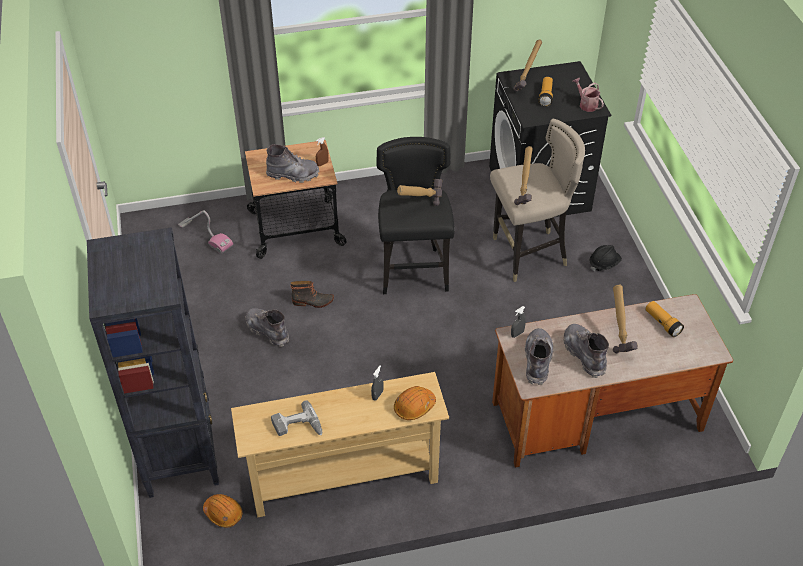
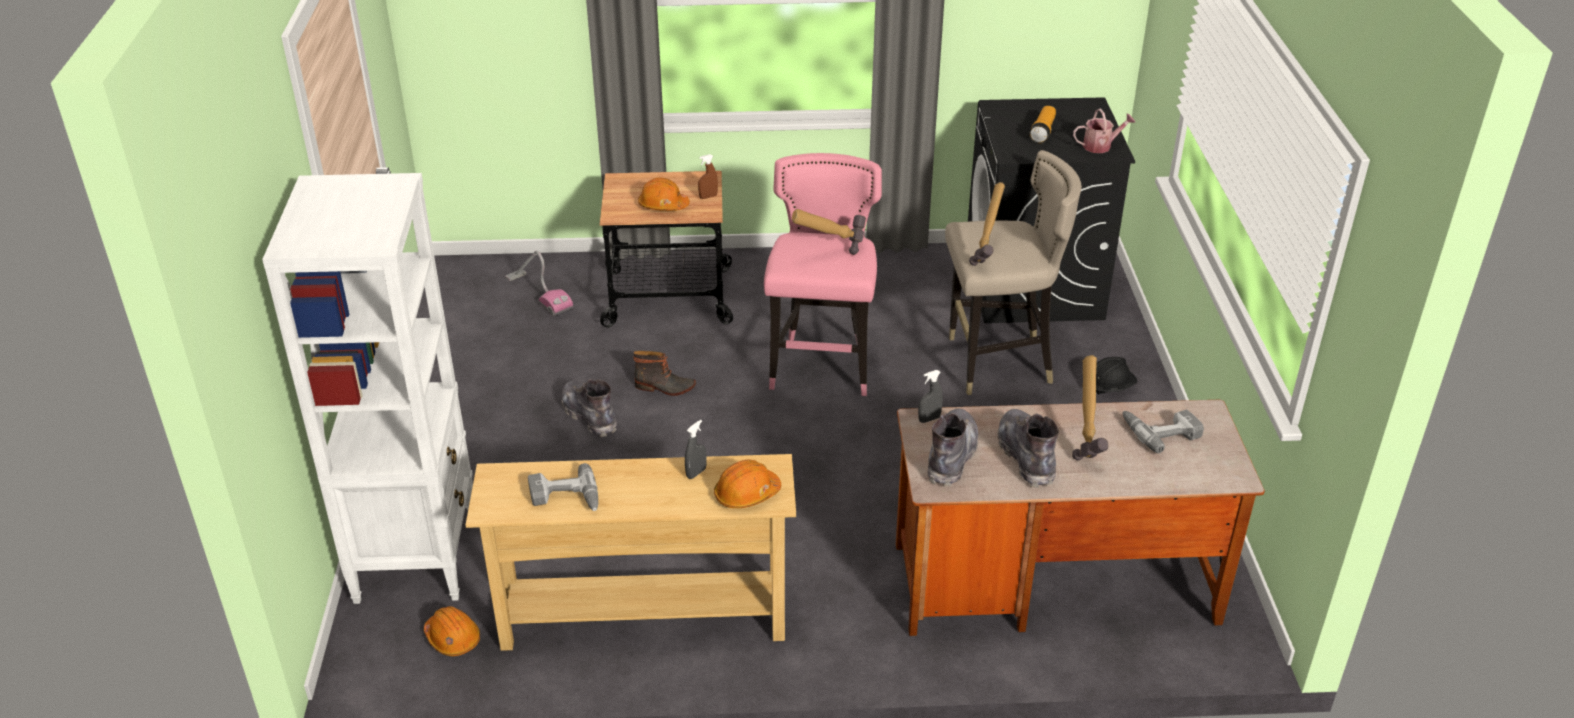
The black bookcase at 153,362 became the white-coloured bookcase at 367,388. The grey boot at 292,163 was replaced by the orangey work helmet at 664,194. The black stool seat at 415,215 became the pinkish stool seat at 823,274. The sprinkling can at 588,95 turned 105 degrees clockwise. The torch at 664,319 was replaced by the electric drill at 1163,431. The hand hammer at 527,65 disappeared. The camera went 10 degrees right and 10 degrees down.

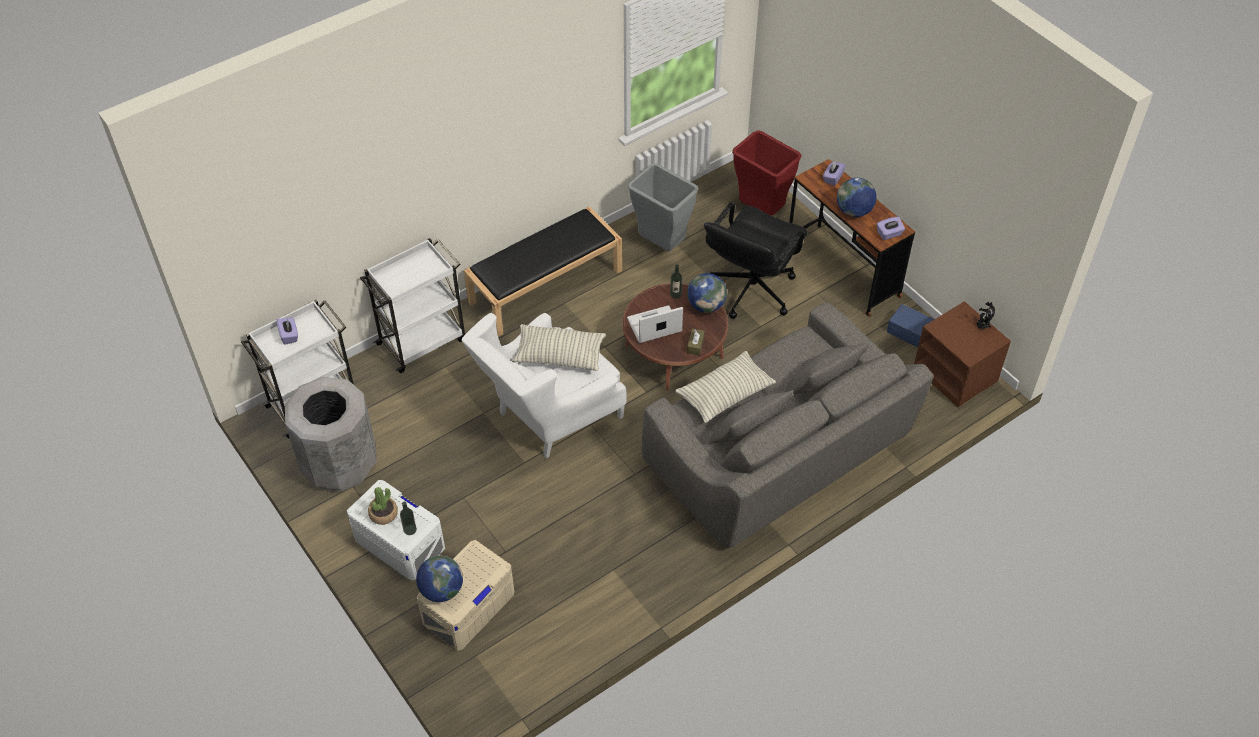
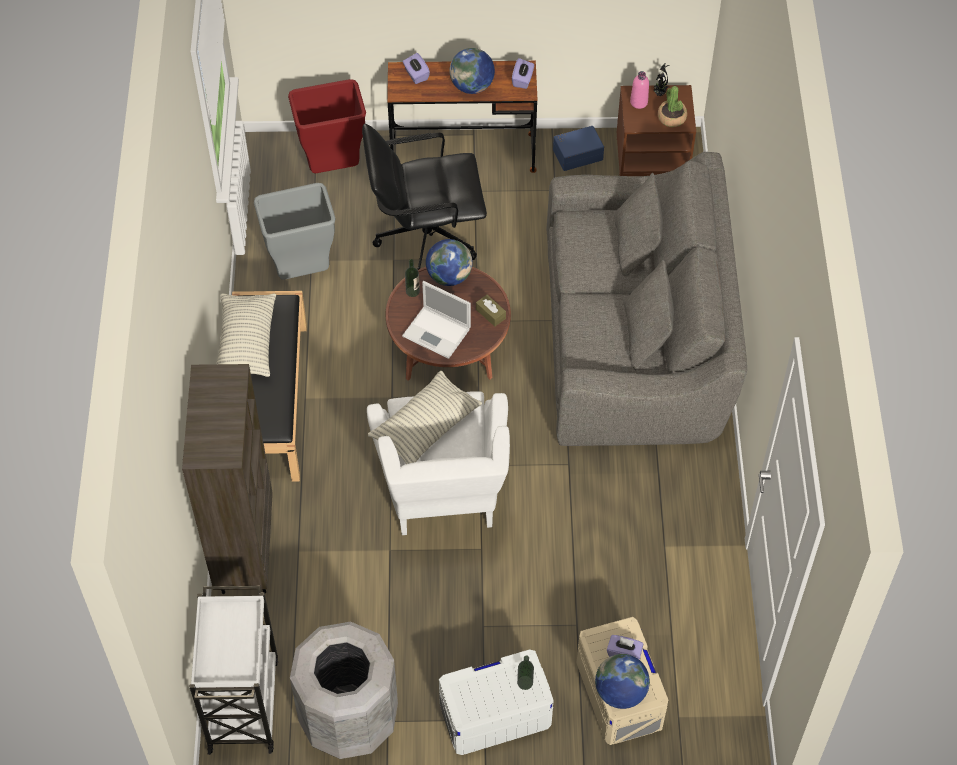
The white-coloured trolley at 412,305 was replaced by the brown-coloured bookcase at 227,479. The pillow moved from 725,387 to 246,335. The black office chair at 756,260 turned 105 degrees clockwise. The notebook computer at 655,324 turned 75 degrees counterclockwise. The purplish tissue holder moved from 287,331 to 625,647. The pinkish drink bottle at 639,90 appeared. The houseplant moved from 383,506 to 672,106. The camera went 55 degrees left and 5 degrees up.

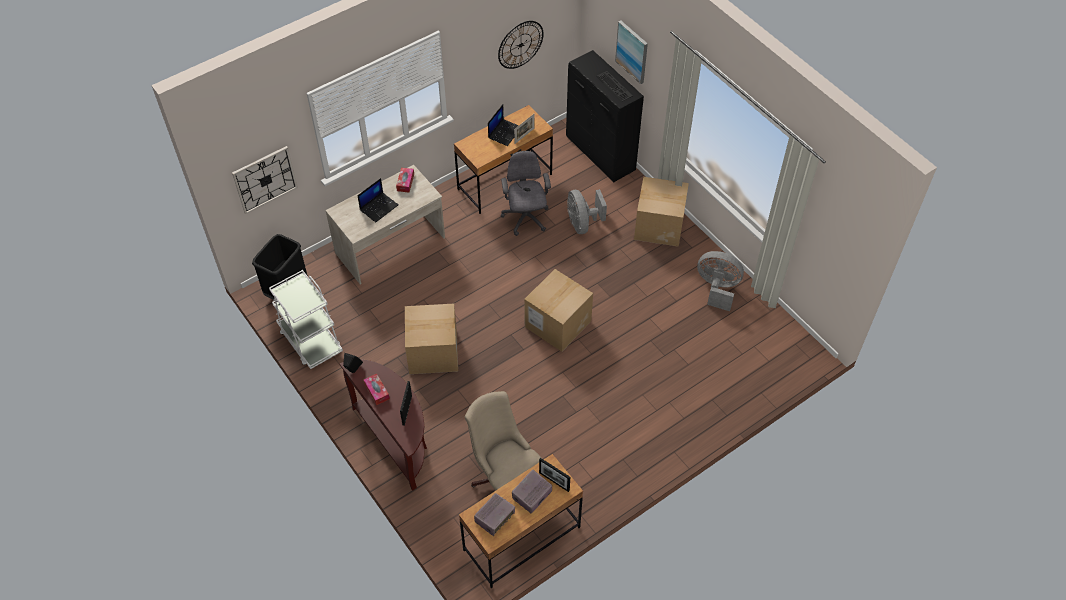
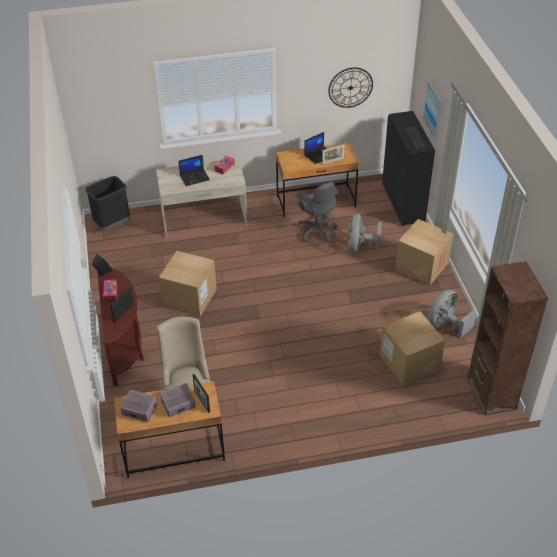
The radio at 494,514 turned 135 degrees counterclockwise. The grey office chair at 526,193 turned 135 degrees clockwise. The packing box moved from 558,310 to 412,348. The grey electric fan at 720,281 turned 90 degrees counterclockwise. The brown-coloured bookcase at 507,338 appeared. The hanging clock at 265,180 disappeared. The white-coloured trolley at 306,319 disappeared. The camera went 25 degrees right and 10 degrees down.

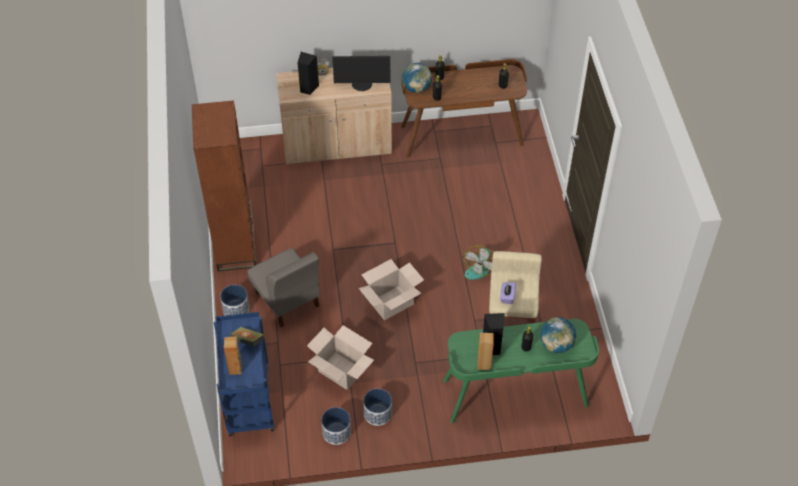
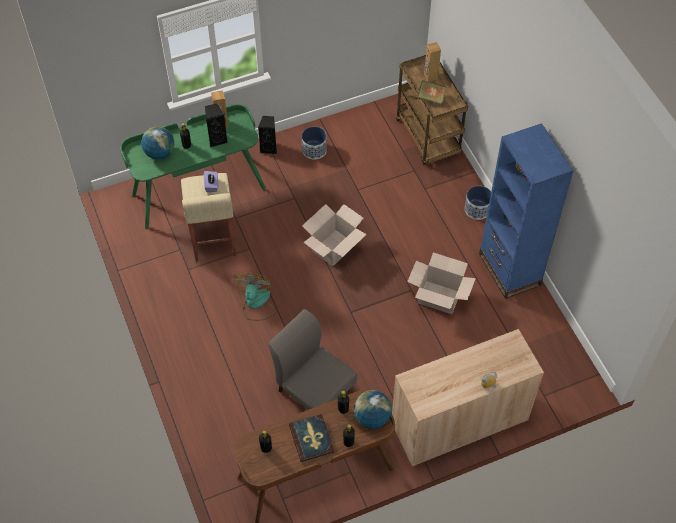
The black loudspeaker moved from 308,73 to 267,135. The grey chair moved from 283,287 to 313,359. The book at 311,438 appeared. The bluish trolley at 244,374 became the brown-coloured trolley at 432,110. The packing box moved from 340,357 to 441,283. The brown-coloured bookcase at 224,185 became the bluish bookcase at 526,211. The plant pot at 336,426 disappeared. The computer display at 361,73 disappeared. The camera went 165 degrees right and 5 degrees up.

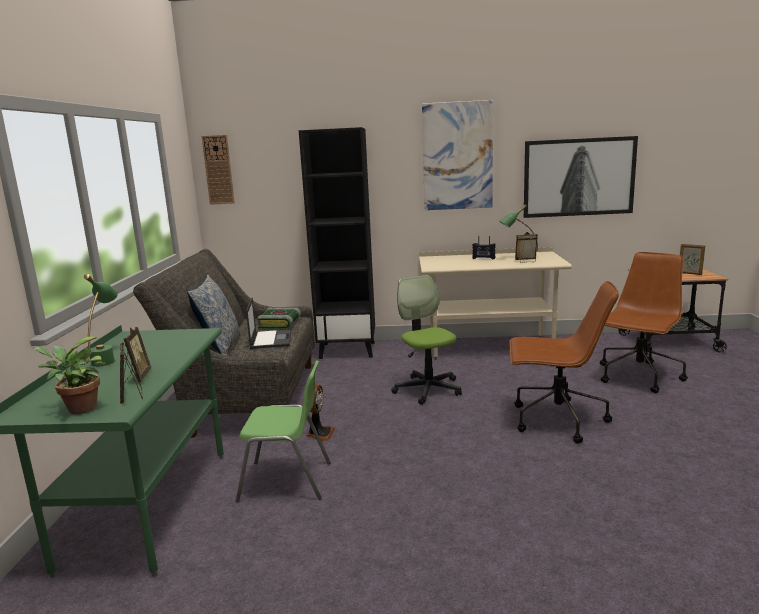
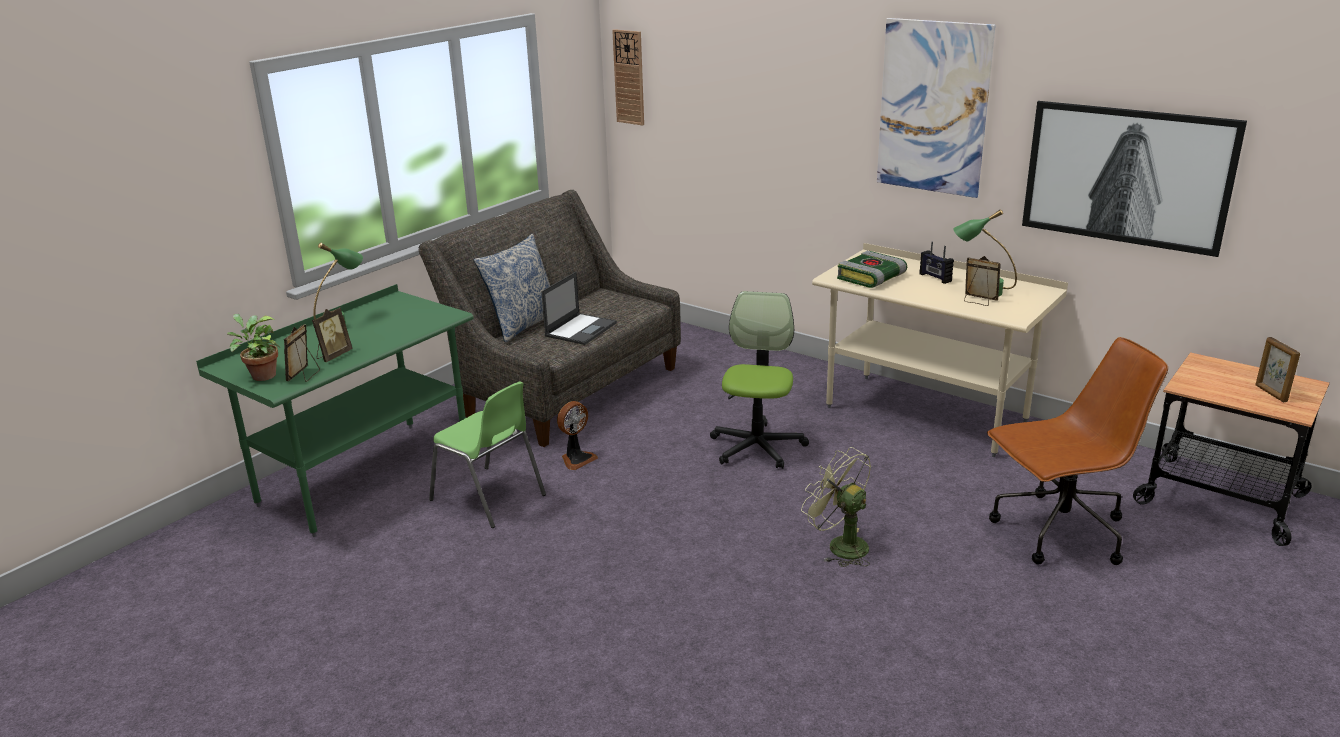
The brown-coloured office chair at 564,362 was replaced by the green electric fan at 836,507. The book moved from 279,318 to 872,269. The black bookcase at 337,243 disappeared. The camera went 35 degrees right and 10 degrees up.

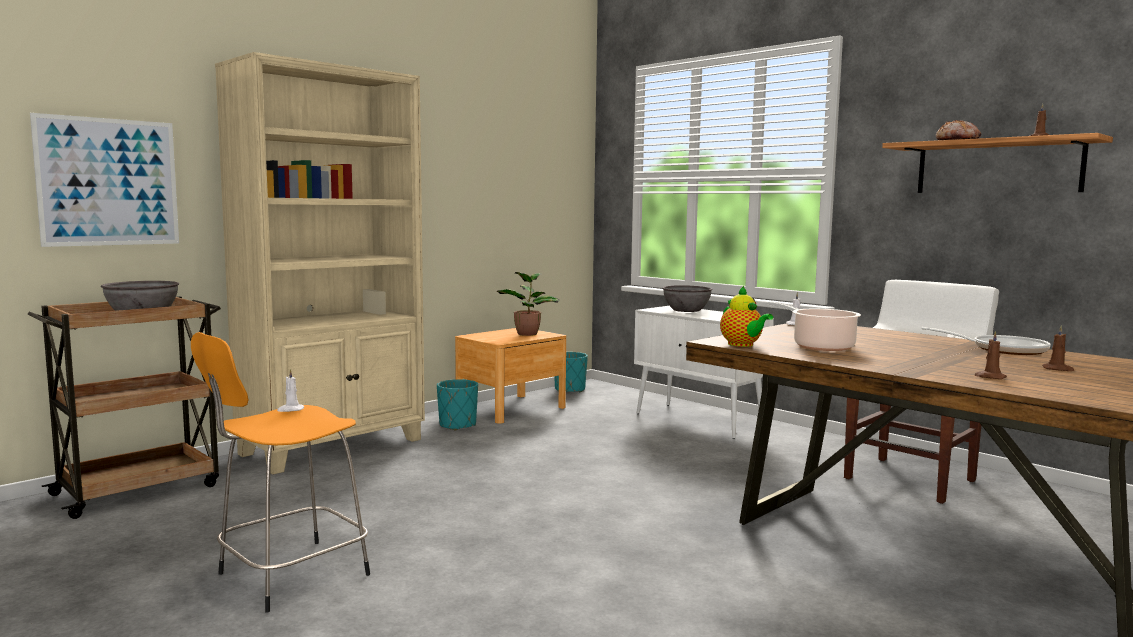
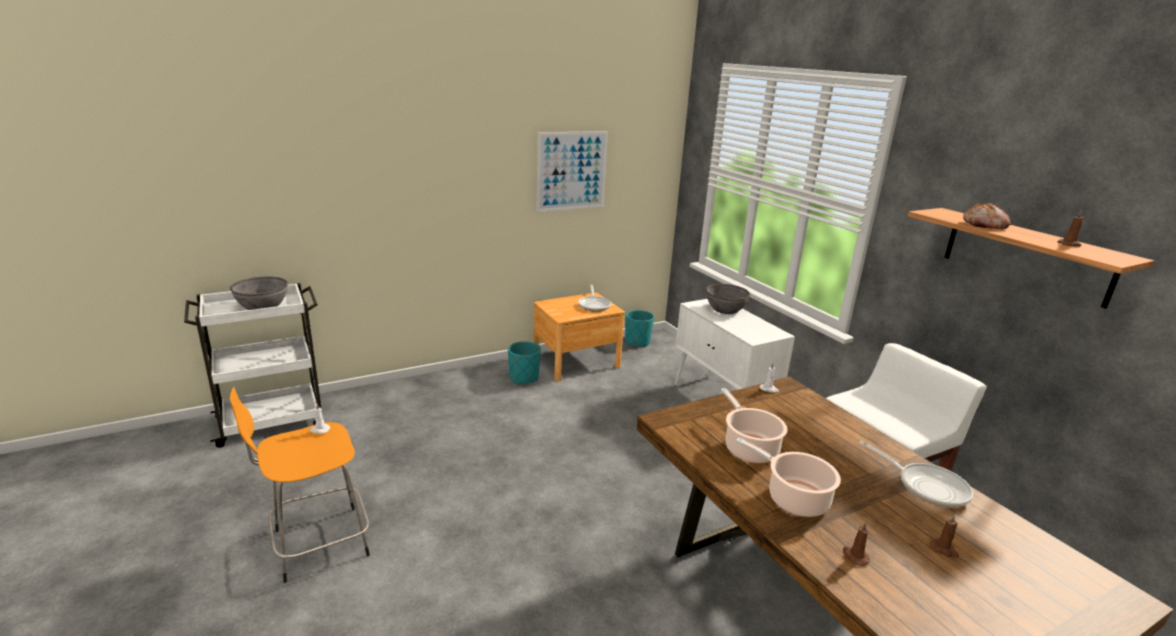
The brown-coloured trolley at 124,407 became the white-coloured trolley at 254,365. The wall picture moved from 104,180 to 572,171. The houseplant at 528,304 was replaced by the frying pan at 594,298. The cooking pot at 788,477 appeared. The beige bookcase at 320,263 disappeared. The teapot at 746,316 disappeared. The camera went 15 degrees right and 15 degrees up.

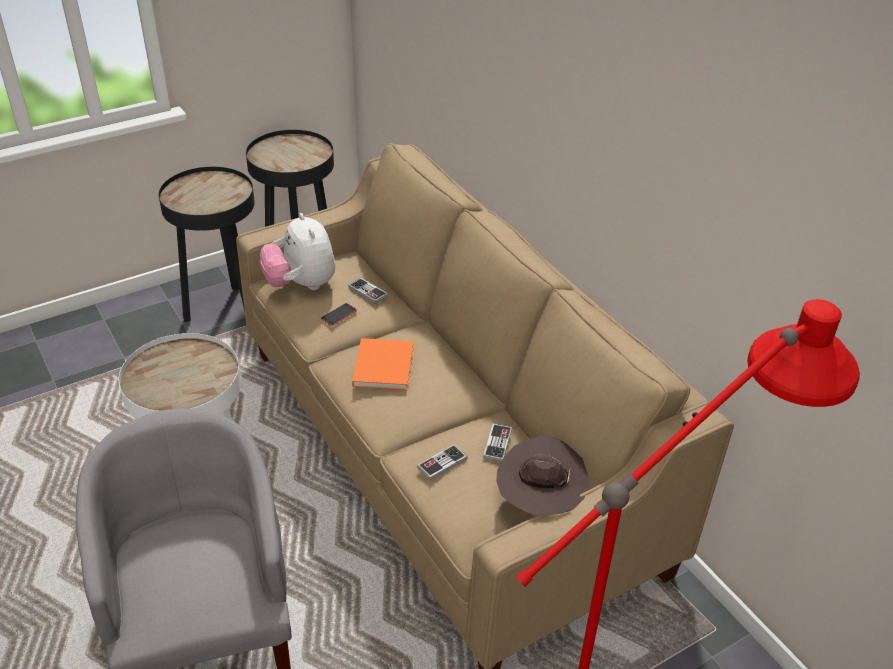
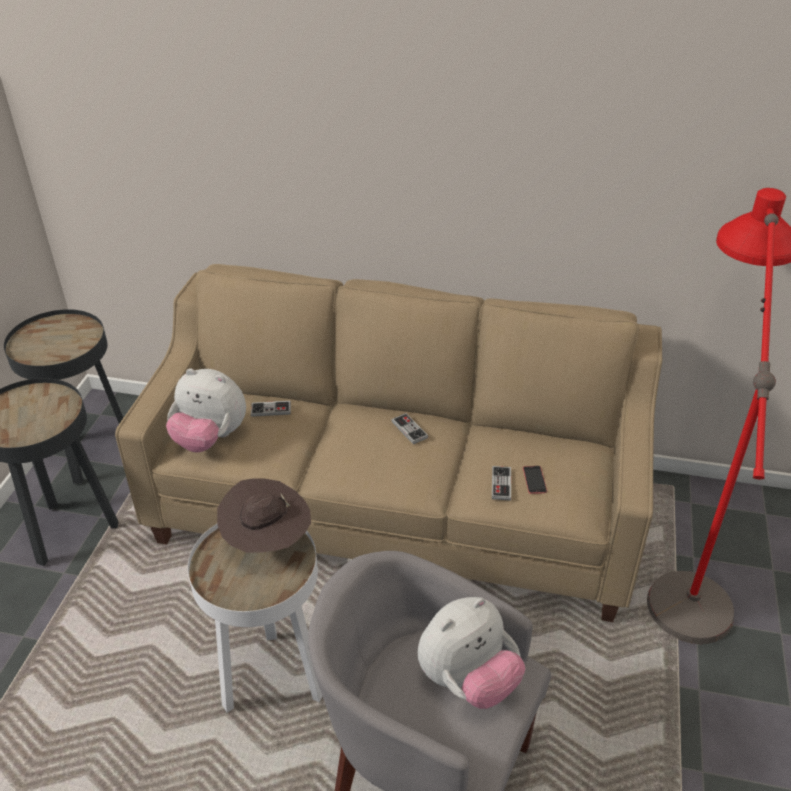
The brown-coloured hat moved from 542,475 to 264,515. The joypad moved from 497,443 to 409,429. The plush toy at 472,653 appeared. The telephone moved from 339,314 to 535,480. The orangey book at 383,364 disappeared. The camera went 45 degrees left and 0 degrees up.

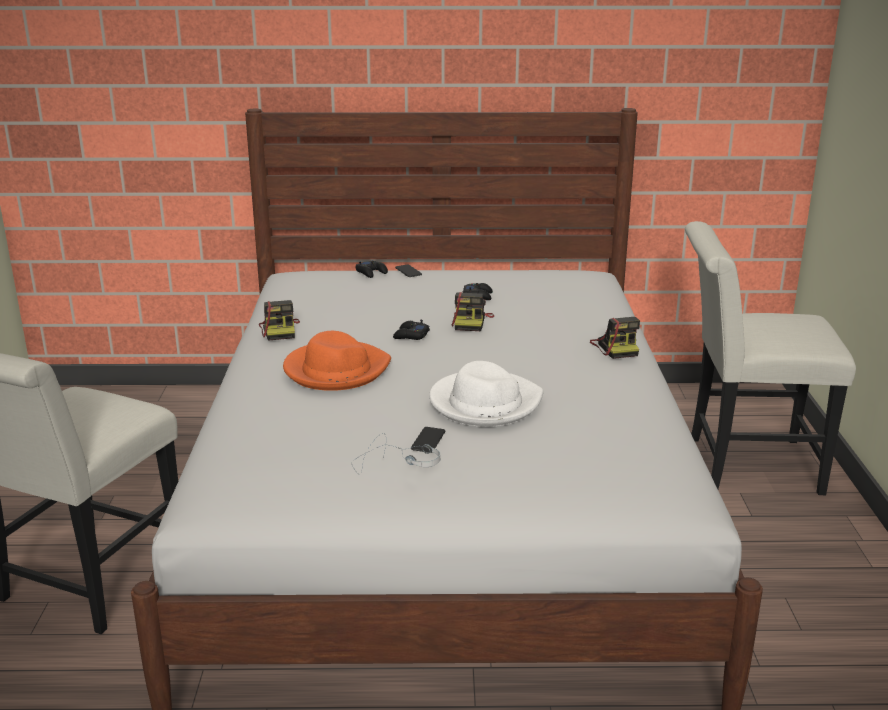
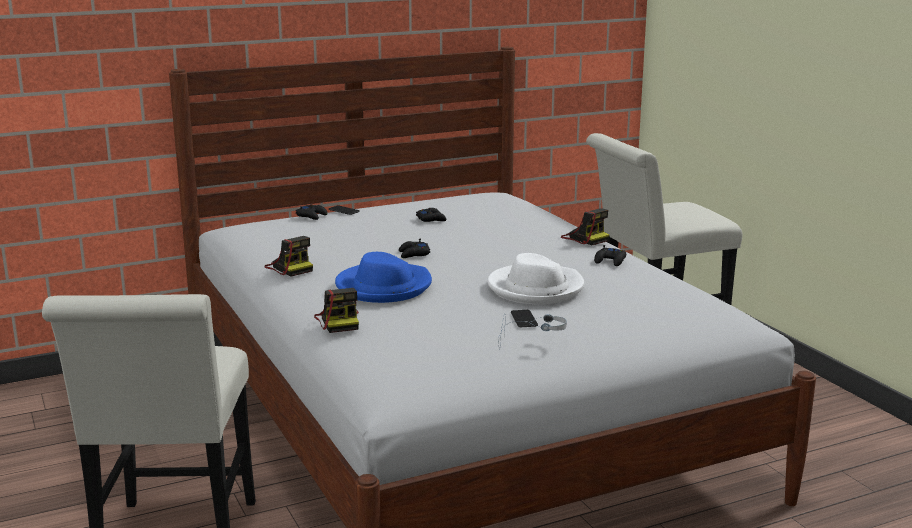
The photo camera moved from 473,311 to 336,310. The orangey hat at 337,361 became the bluish hat at 383,277. The black joypad at 610,255 appeared. The camera went 25 degrees left and 5 degrees down.

